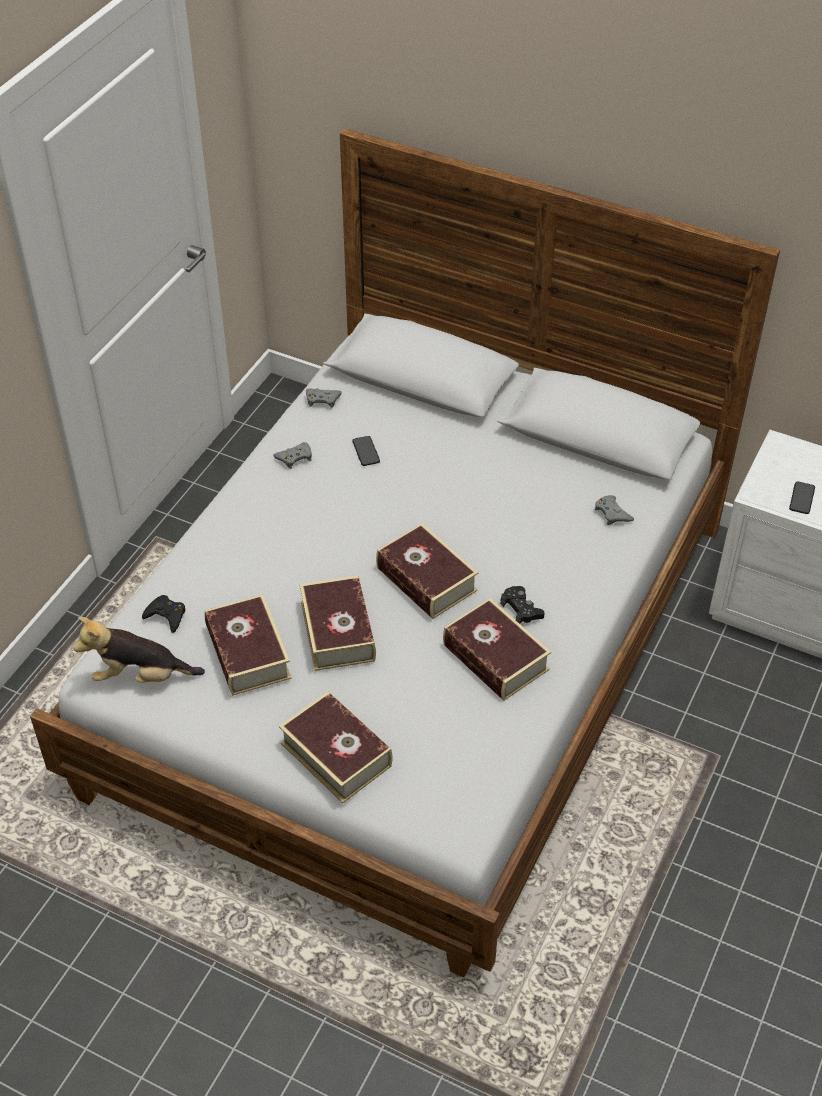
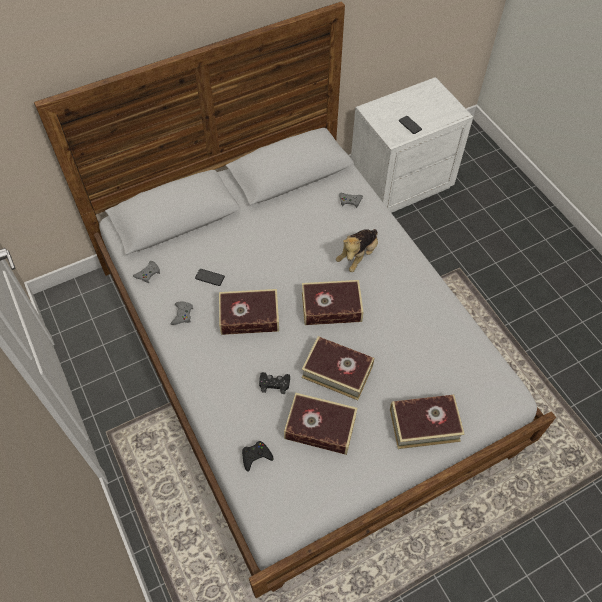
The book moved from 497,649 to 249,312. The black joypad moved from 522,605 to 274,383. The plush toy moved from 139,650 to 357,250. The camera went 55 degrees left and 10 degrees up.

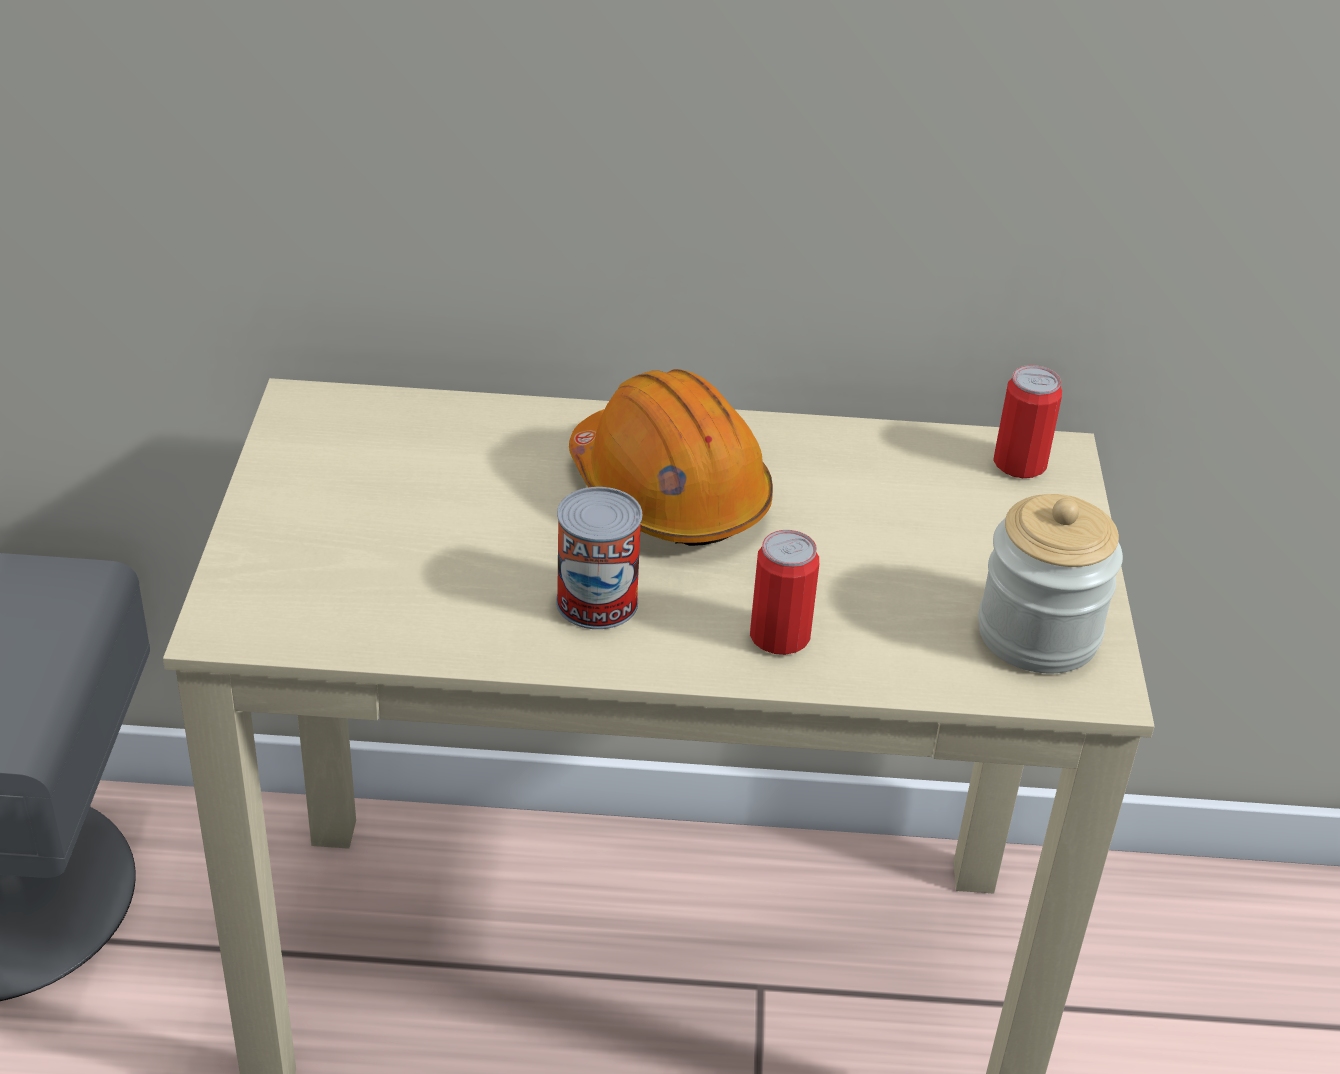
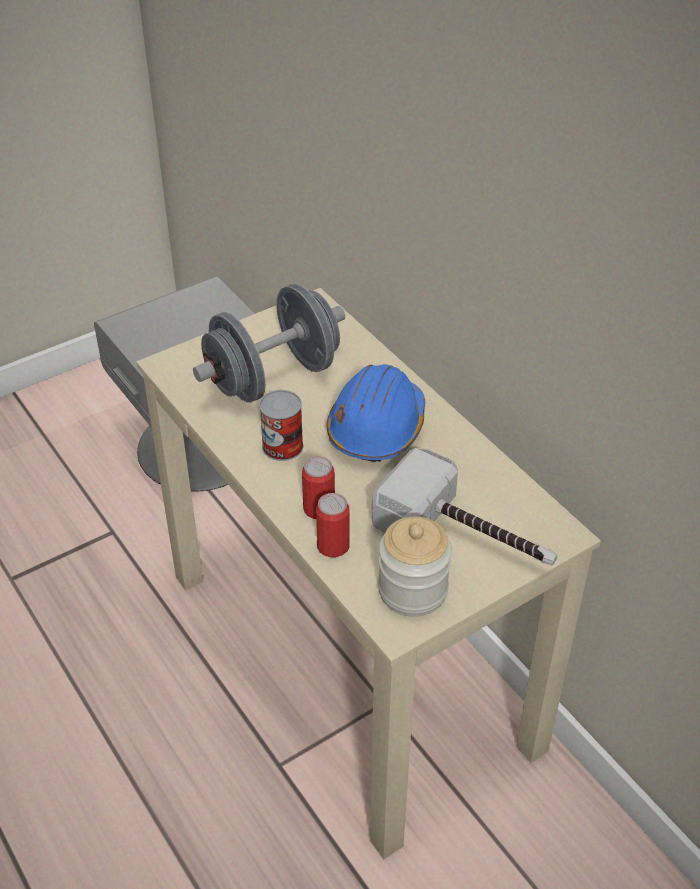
The grey hand weight at 269,343 appeared. The can moved from 1027,421 to 333,525. The orangey work helmet at 671,457 became the bluish work helmet at 375,412. The hand hammer at 464,506 appeared. The camera went 55 degrees right and 5 degrees up.

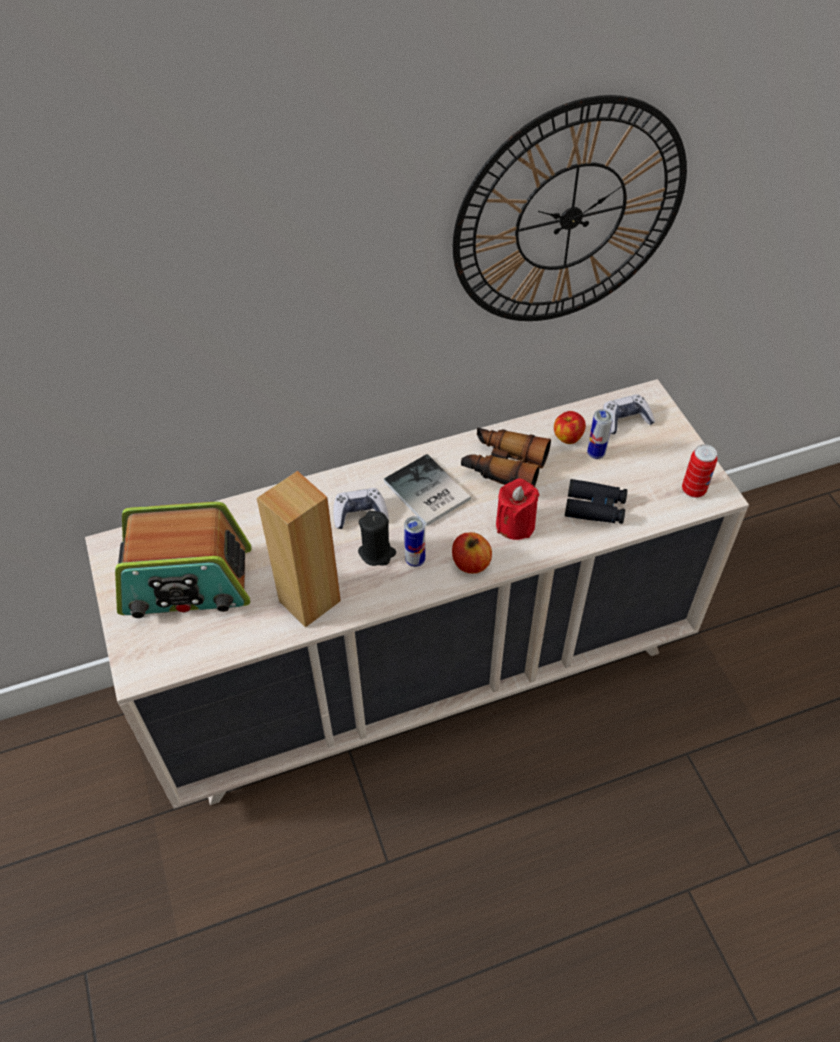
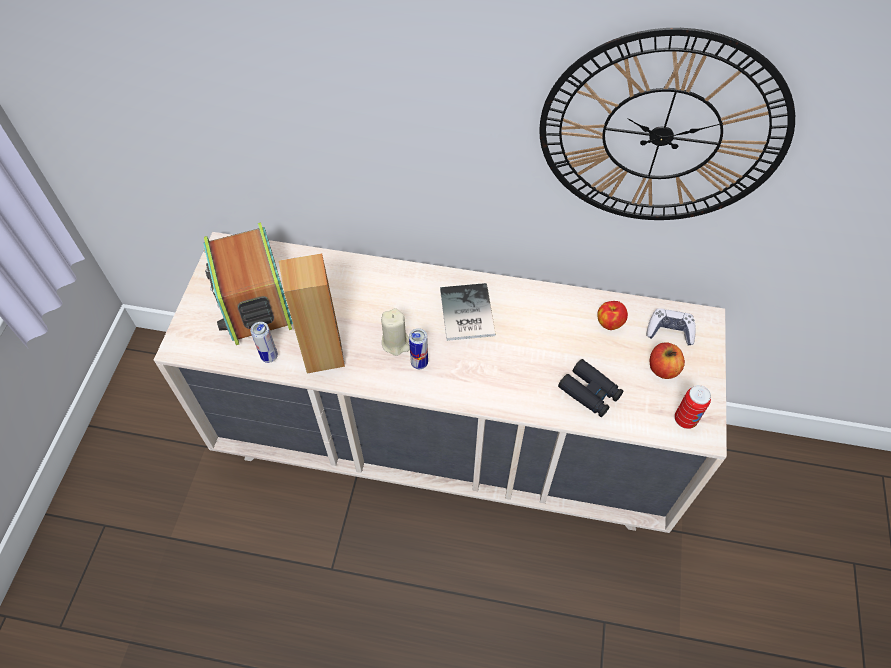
The radio at 183,559 turned 45 degrees clockwise. The can moved from 600,434 to 264,342. The black wax candle at 377,538 became the beige wax candle at 395,332. The apple moved from 472,553 to 667,360. The joypad at 361,508 disappeared. The field glasses at 506,457 disappeared. The red-coloured wax candle at 517,509 disappeared. The camera went 30 degrees right and 5 degrees up.

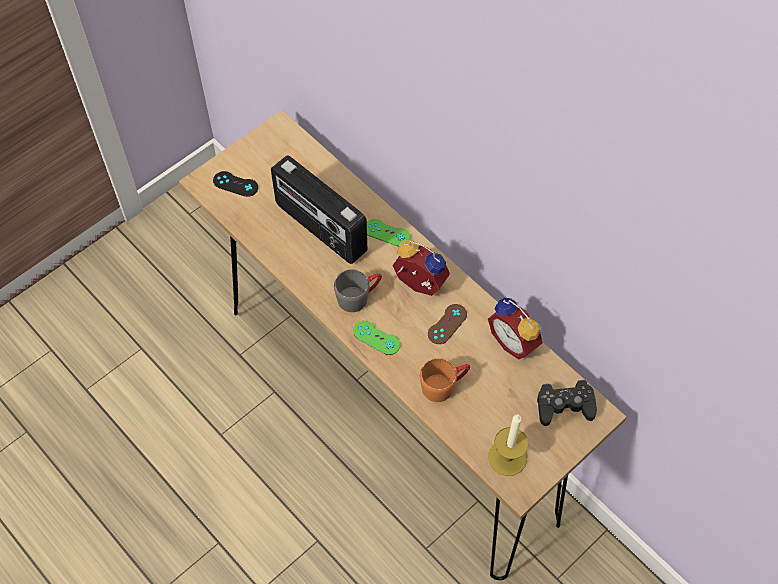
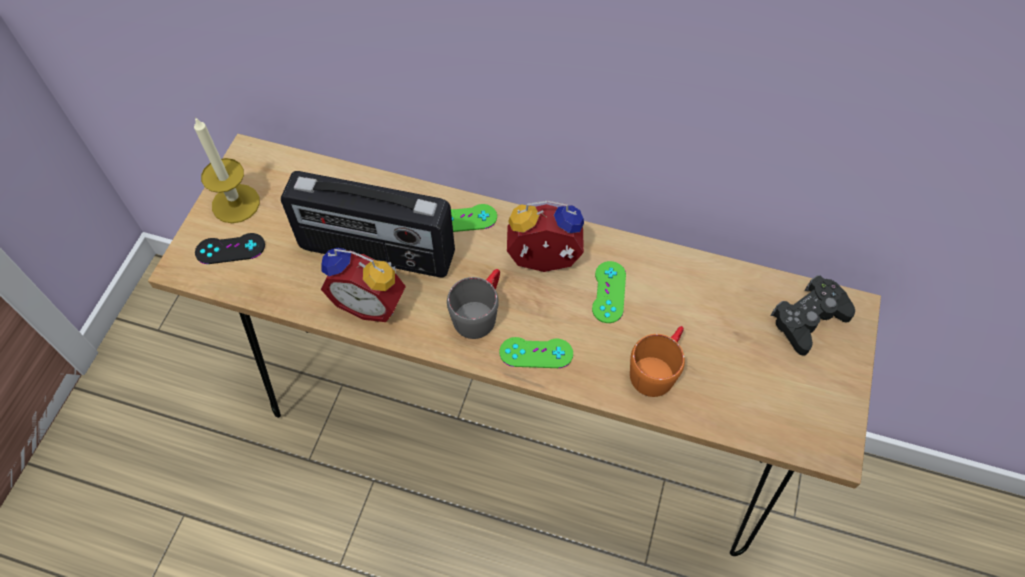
The wax candle moved from 508,445 to 227,170. The bedside clock moved from 515,328 to 363,285. The brown-coloured joypad at 447,324 became the green joypad at 609,292. The camera went 30 degrees left and 0 degrees up.

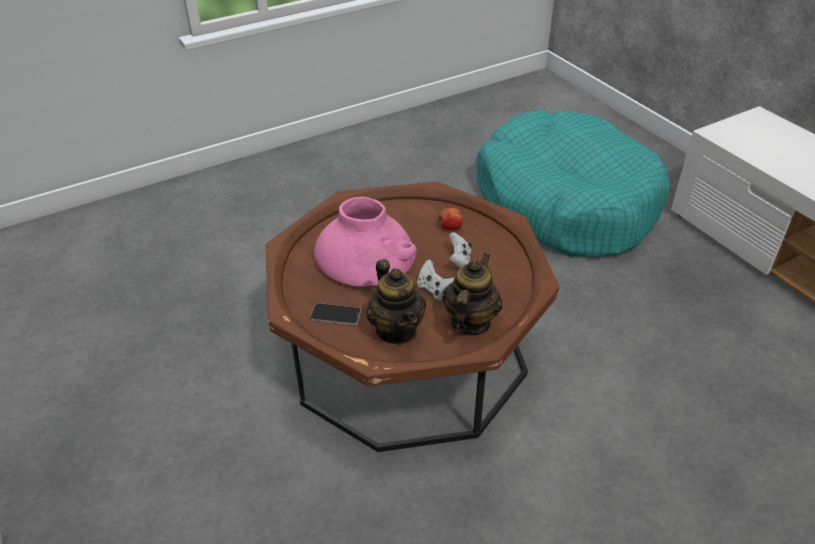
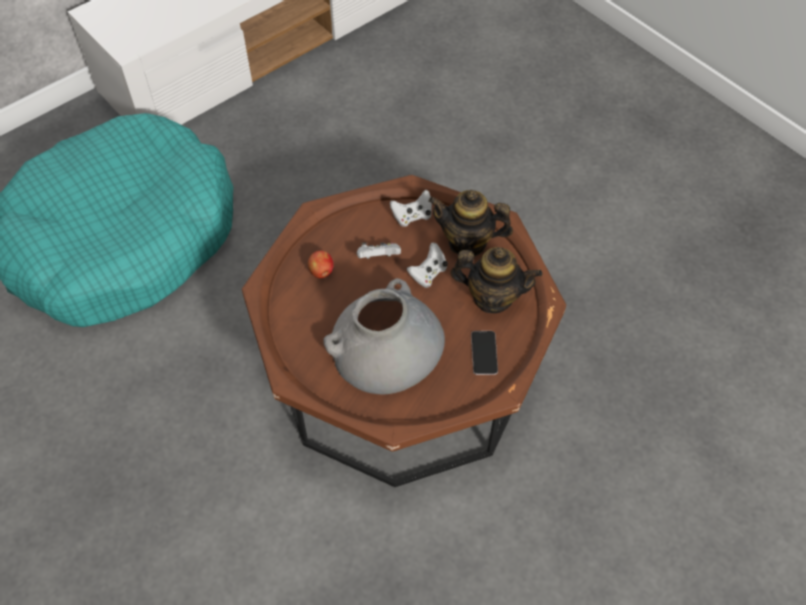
The pinkish flower vase at 365,242 became the grey flower vase at 384,336. The white-coloured joypad at 411,208 appeared. The teapot at 396,301 turned 45 degrees clockwise. The camera went 100 degrees left and 15 degrees up.

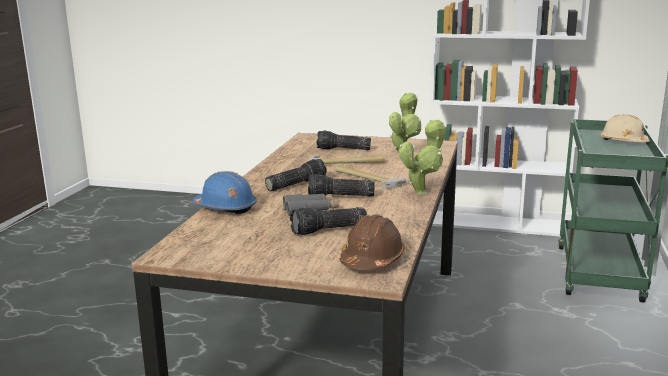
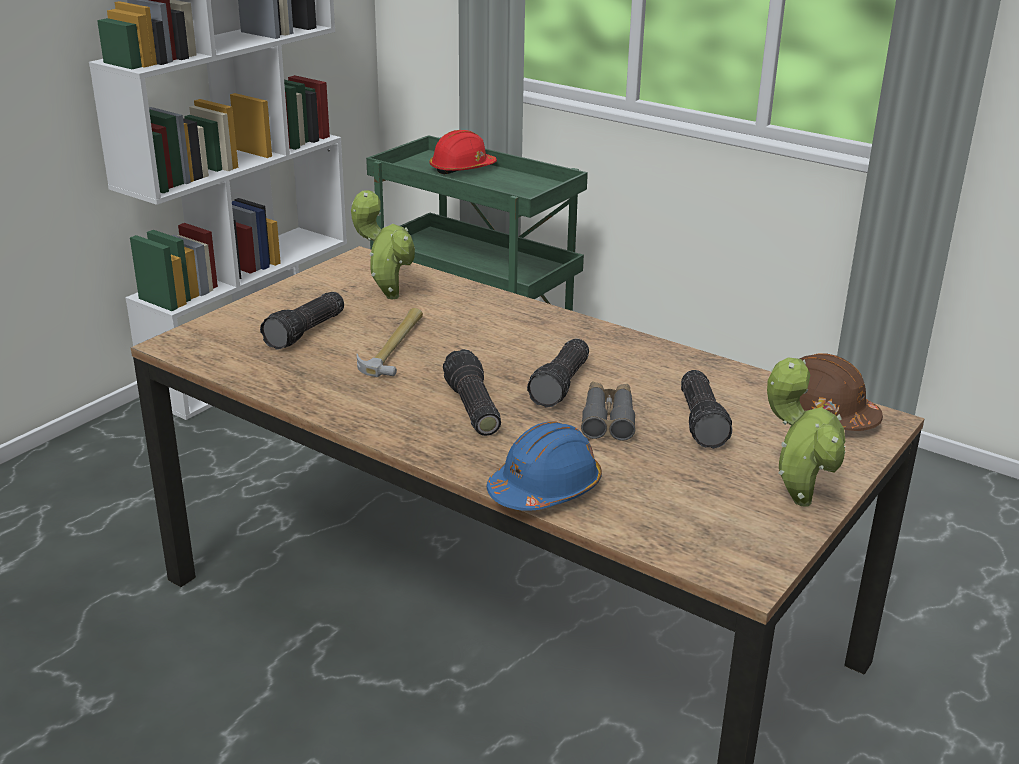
The beige work helmet at 625,128 became the red-coloured work helmet at 463,152. The houseplant moved from 422,156 to 806,432. The hand hammer at 370,177 disappeared. The camera went 70 degrees left and 10 degrees up.

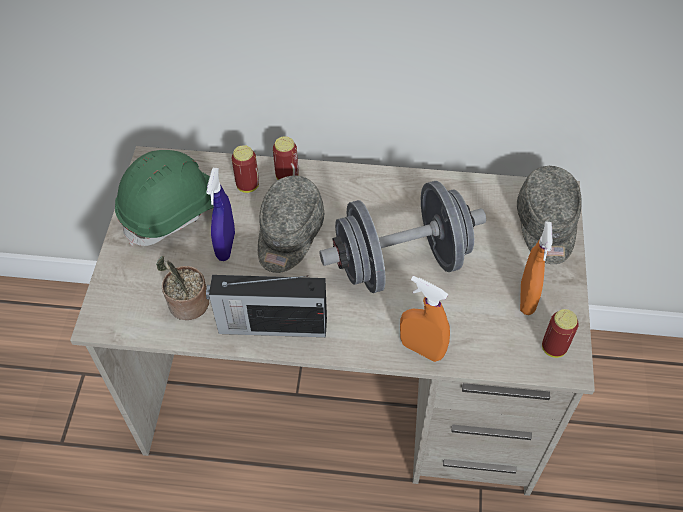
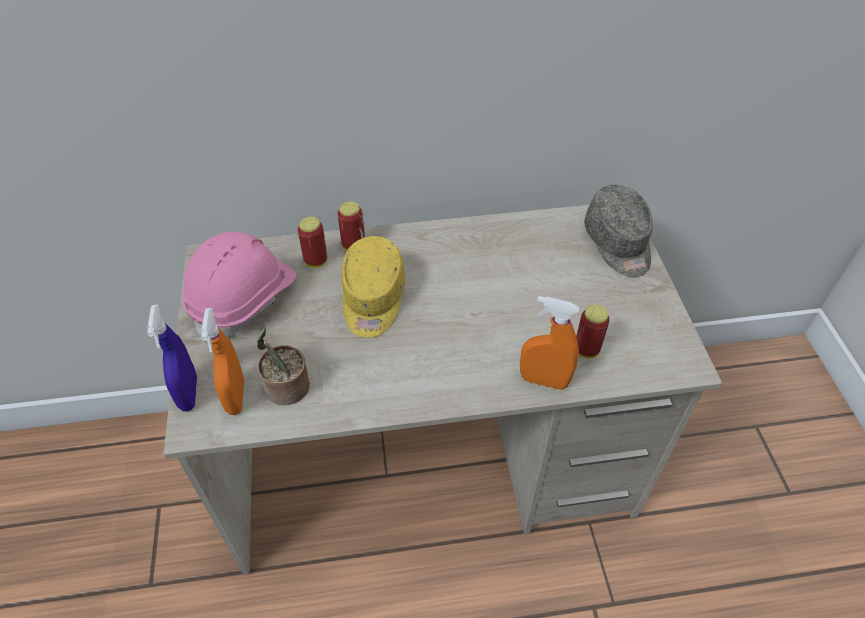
The bluish sprayer moved from 221,214 to 172,358. The green work helmet at 170,198 became the pinkish work helmet at 239,286. The orangey sprayer moved from 536,268 to 222,361. The grey baseball cap at 291,224 became the yellow-coloured baseball cap at 373,287. The can moved from 560,333 to 592,331. The radio at 266,306 disappeared. The grey hand weight at 402,237 disappeared. The camera went 15 degrees left and 5 degrees down.

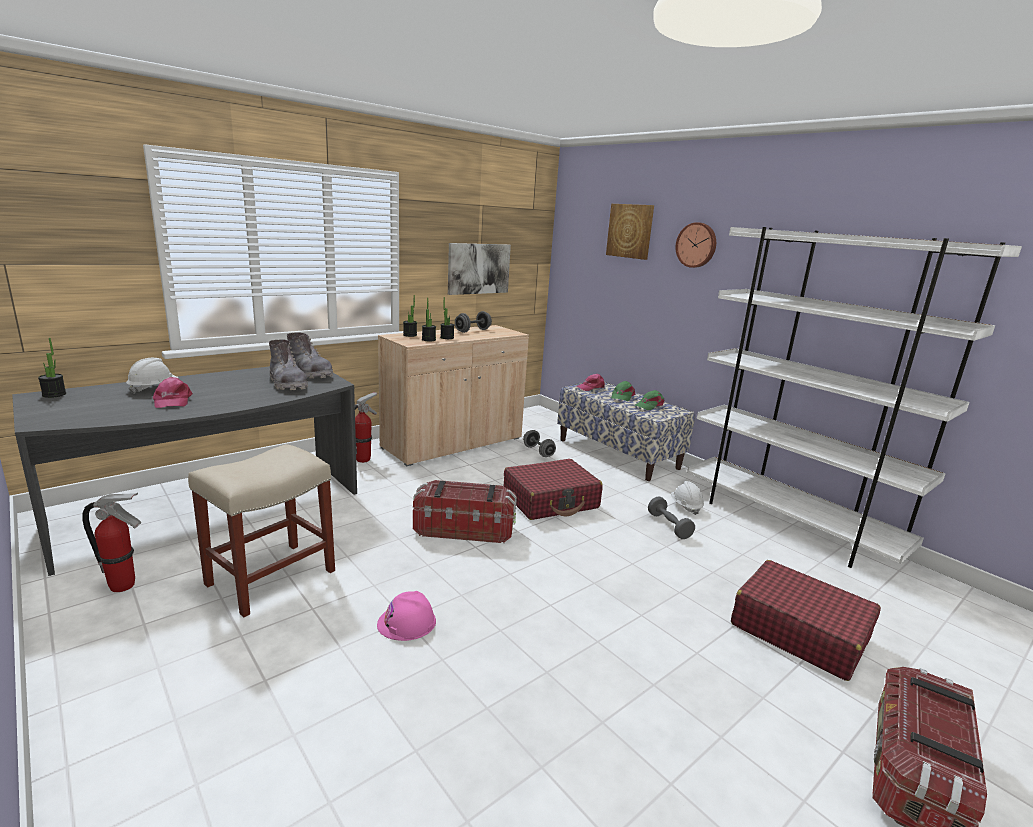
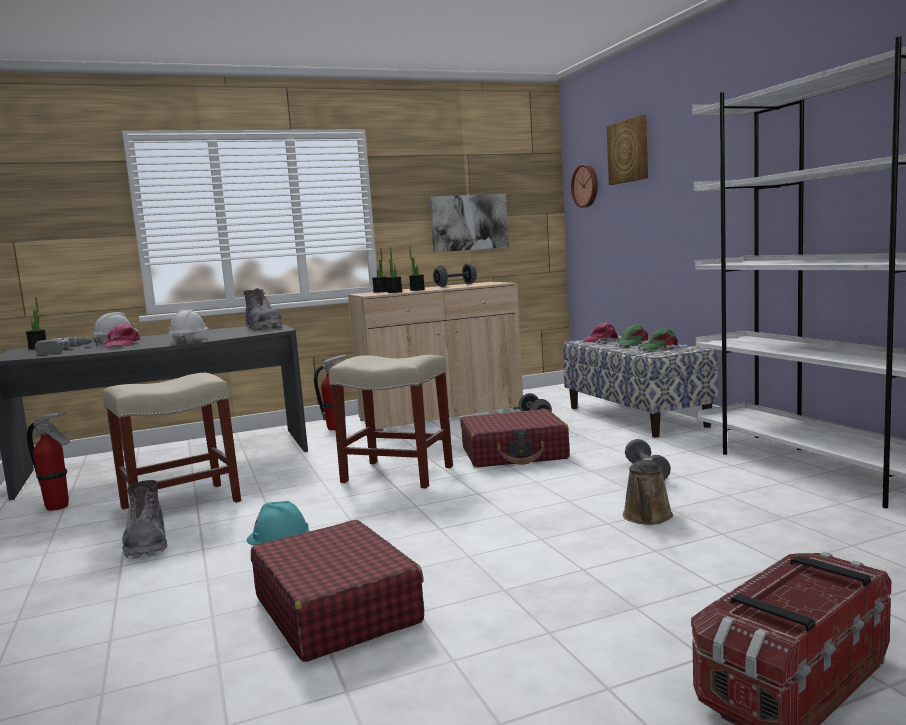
The electric drill at 64,345 appeared. The grey boot moved from 288,365 to 144,519. The white-coloured work helmet moved from 687,498 to 189,326. The pinkish work helmet at 406,616 became the turquoise work helmet at 278,523. The red-coloured piece of luggage moved from 806,620 to 337,591. The storage container at 465,511 was replaced by the beige stool seat at 391,421. The hanging clock moved from 696,245 to 584,186. The brown-coloured sprinkling can at 648,491 appeared. The camera went 20 degrees right and 10 degrees down.

